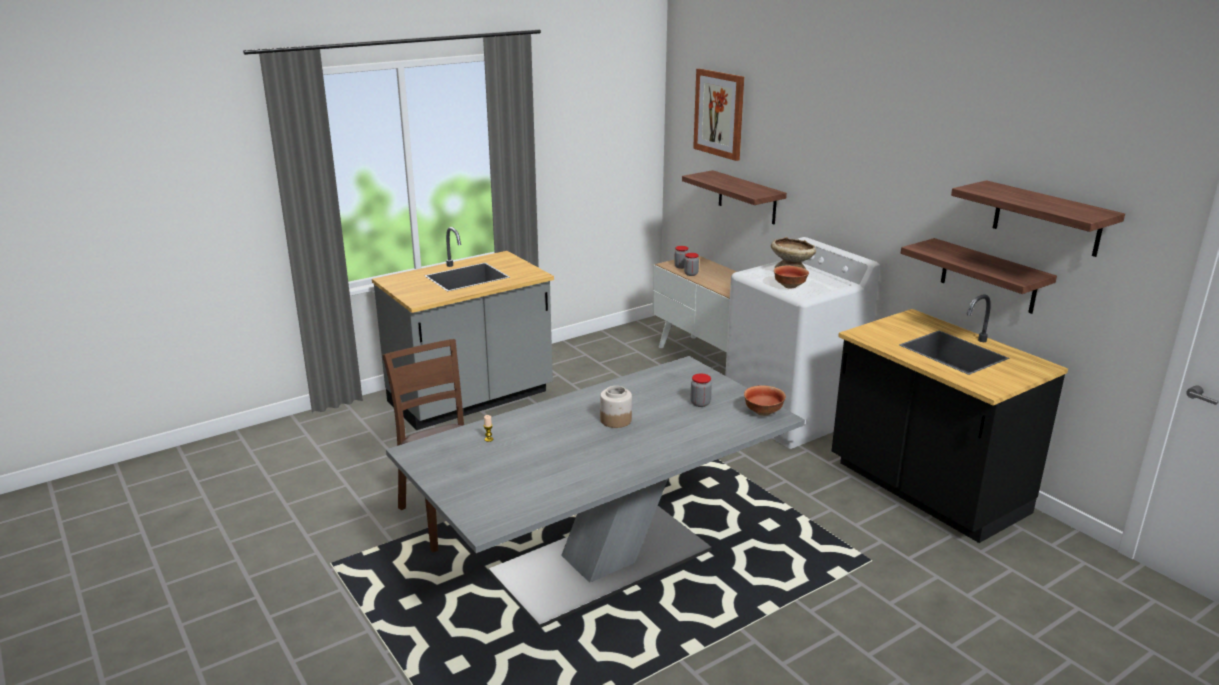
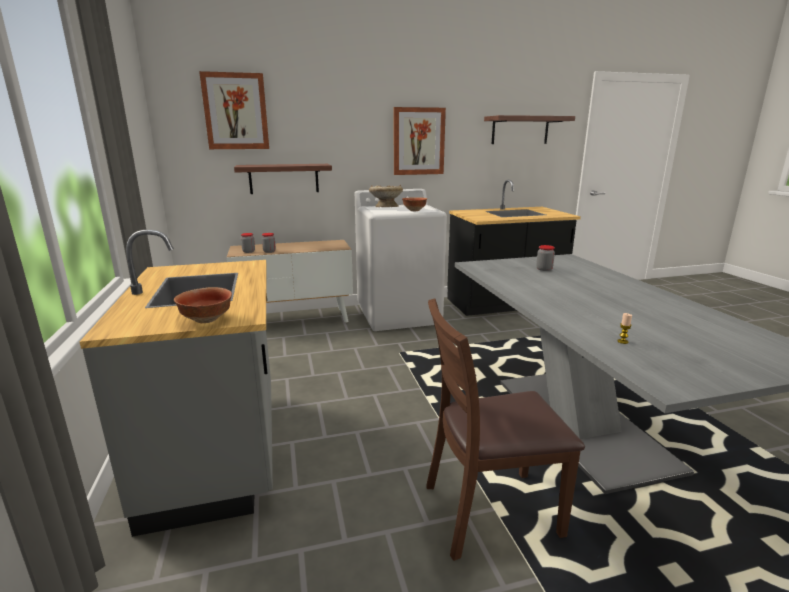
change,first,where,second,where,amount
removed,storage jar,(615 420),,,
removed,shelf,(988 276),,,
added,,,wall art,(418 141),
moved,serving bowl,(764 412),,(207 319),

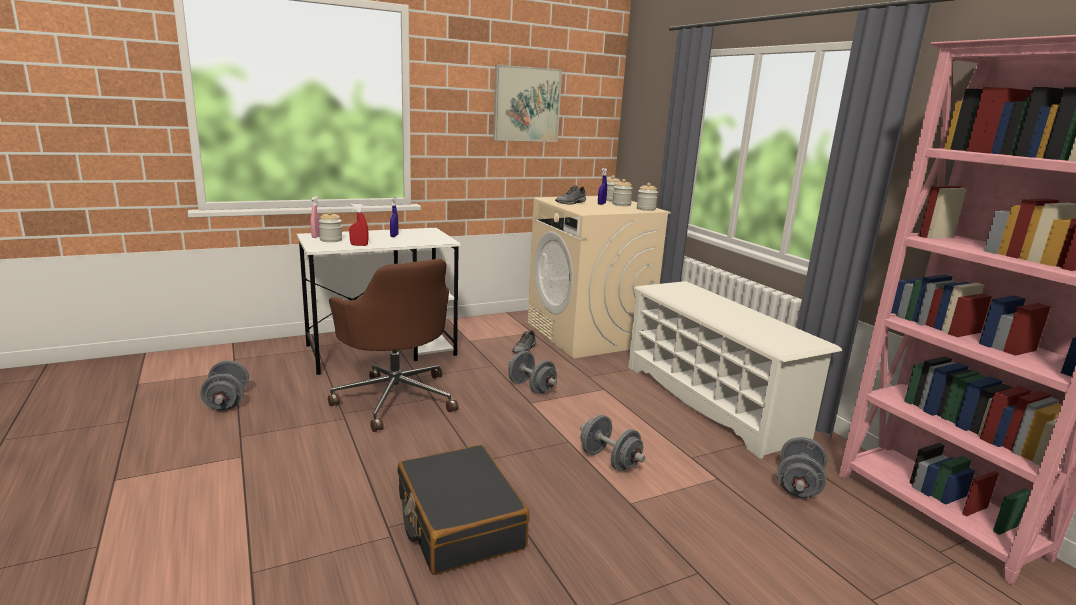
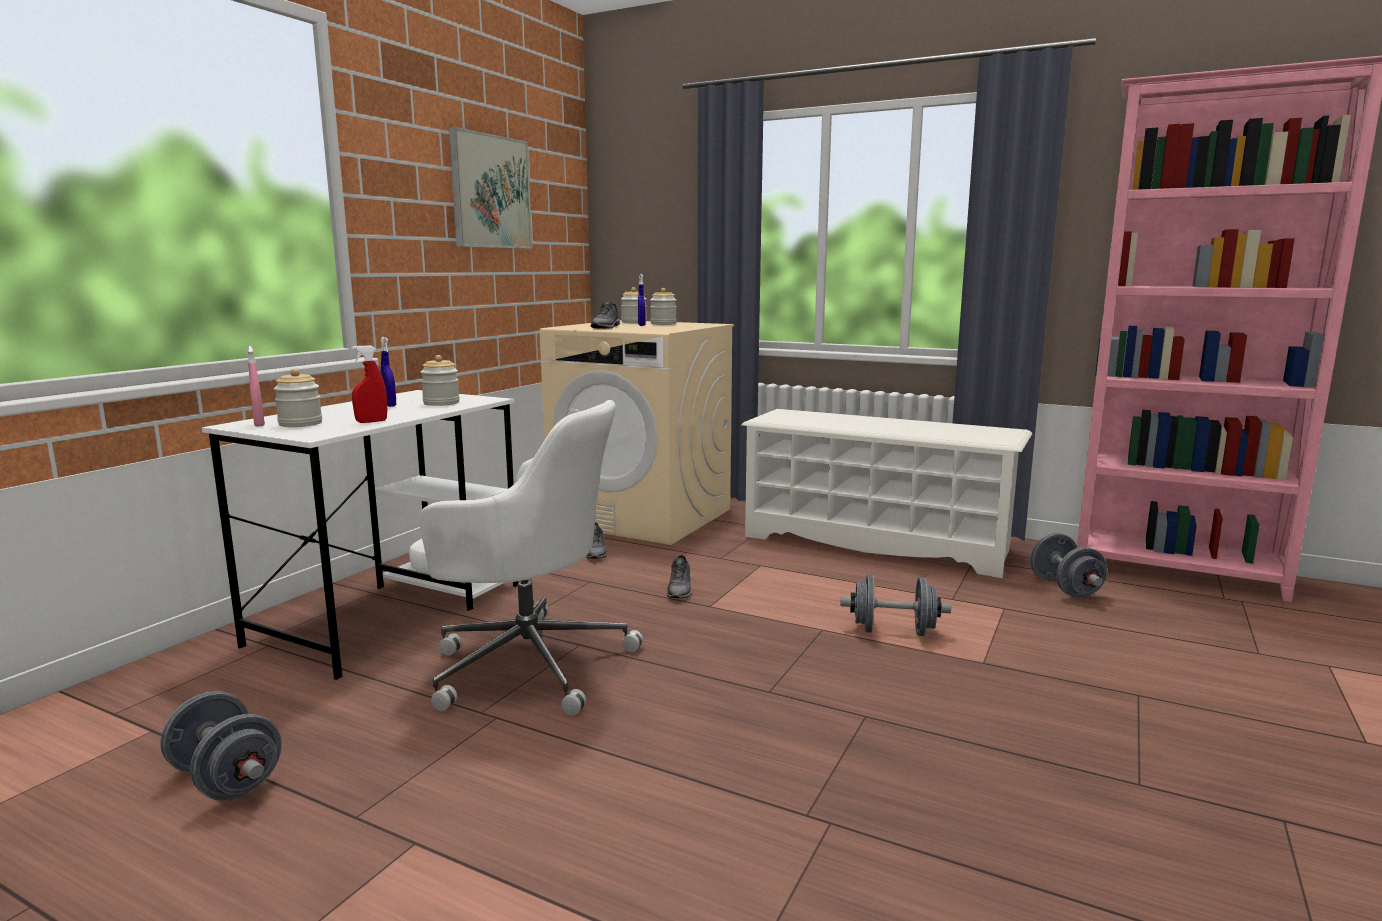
change,first,where,second,where,amount
removed,black-coloured piece of luggage,(458 522),,,
moved,storage jar,(646 209),,(441 403),
replaced,greyish dumbbell,(531 387),greyish low shoe,(680 590),
recoloured,brownish computer chair,(396 398),whitish computer chair,(527 663),

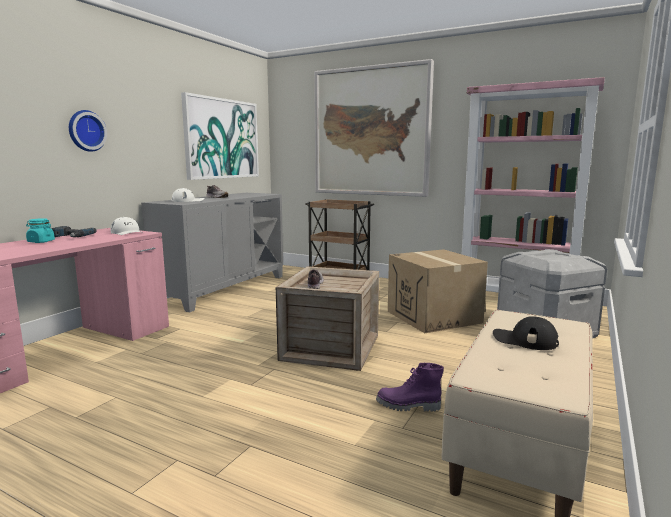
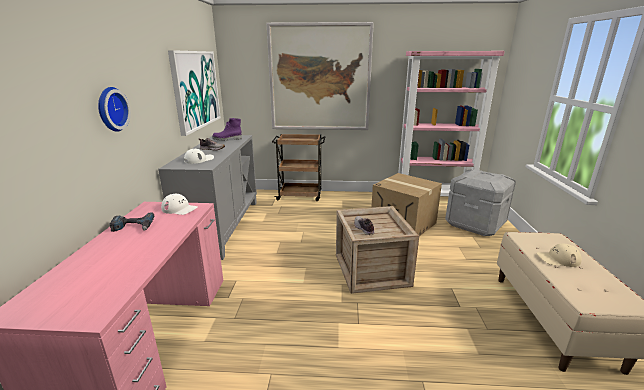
change,first,where,second,where,amount
removed,turquoise storage jar,(41 241),,,
moved,purple boot,(408 406),,(227 139),
recoloured,black-coloured cap,(524 340),beige cap,(558 259),

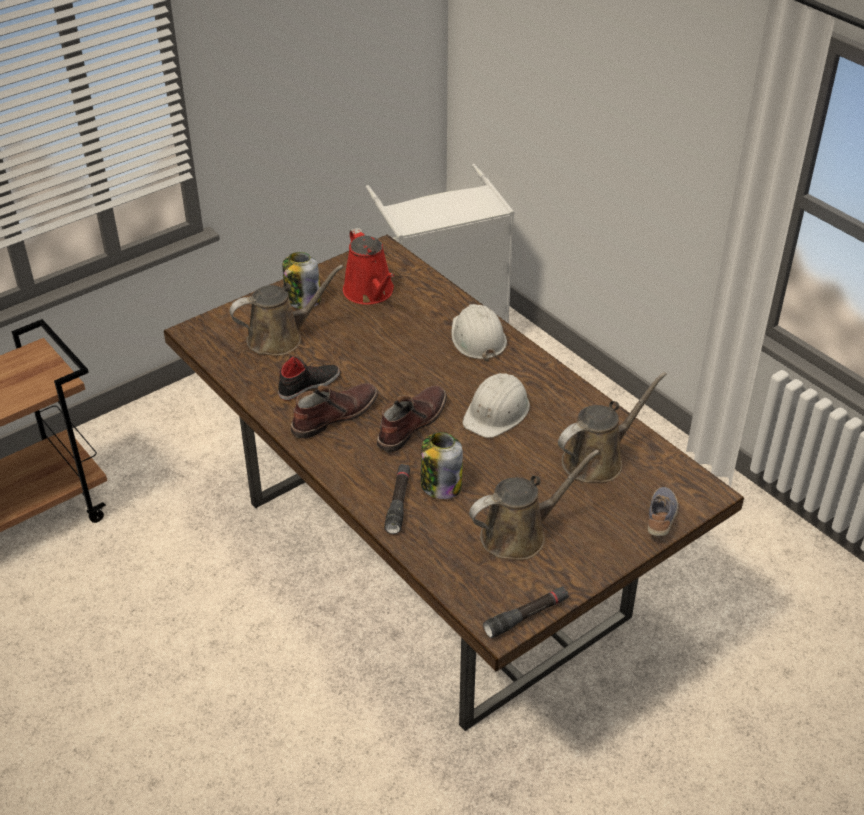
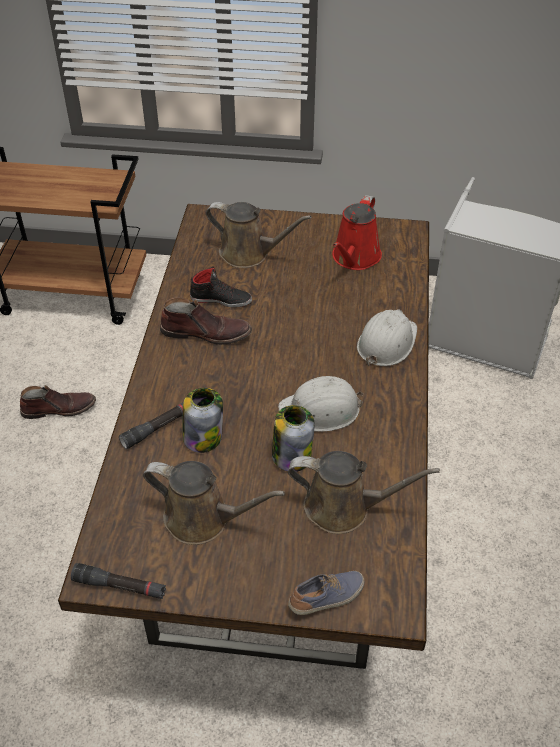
change,first,where,second,where,amount
moved,storage jar,(302 300),,(291 455),
moved,brownish boot,(411 424),,(59 408),

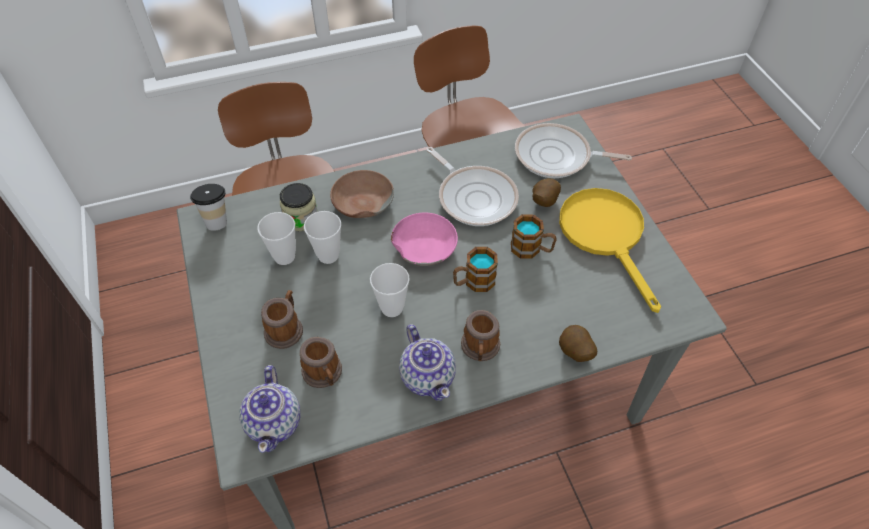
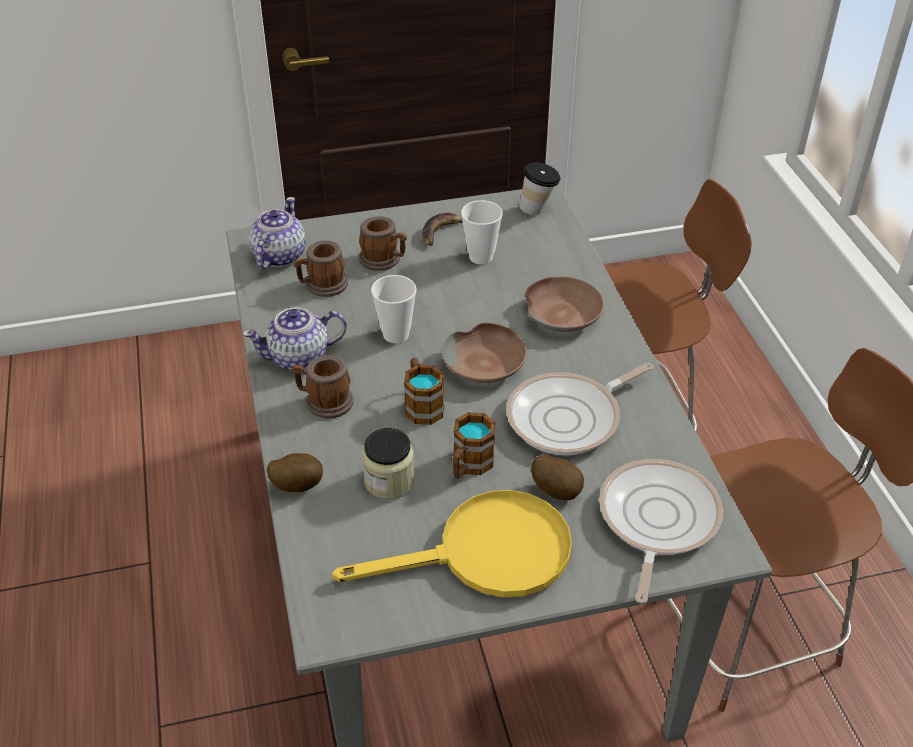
change,first,where,second,where,amount
removed,drinking cup,(328 255),,,
added,,,banana fruit,(442 232),
moved,storage jar,(301 219),,(389 481),
recoloured,pink serving bowl,(424 246),brownish serving bowl,(485 365),
turned,teapot,(275 422),,(278 256),105 degrees clockwise

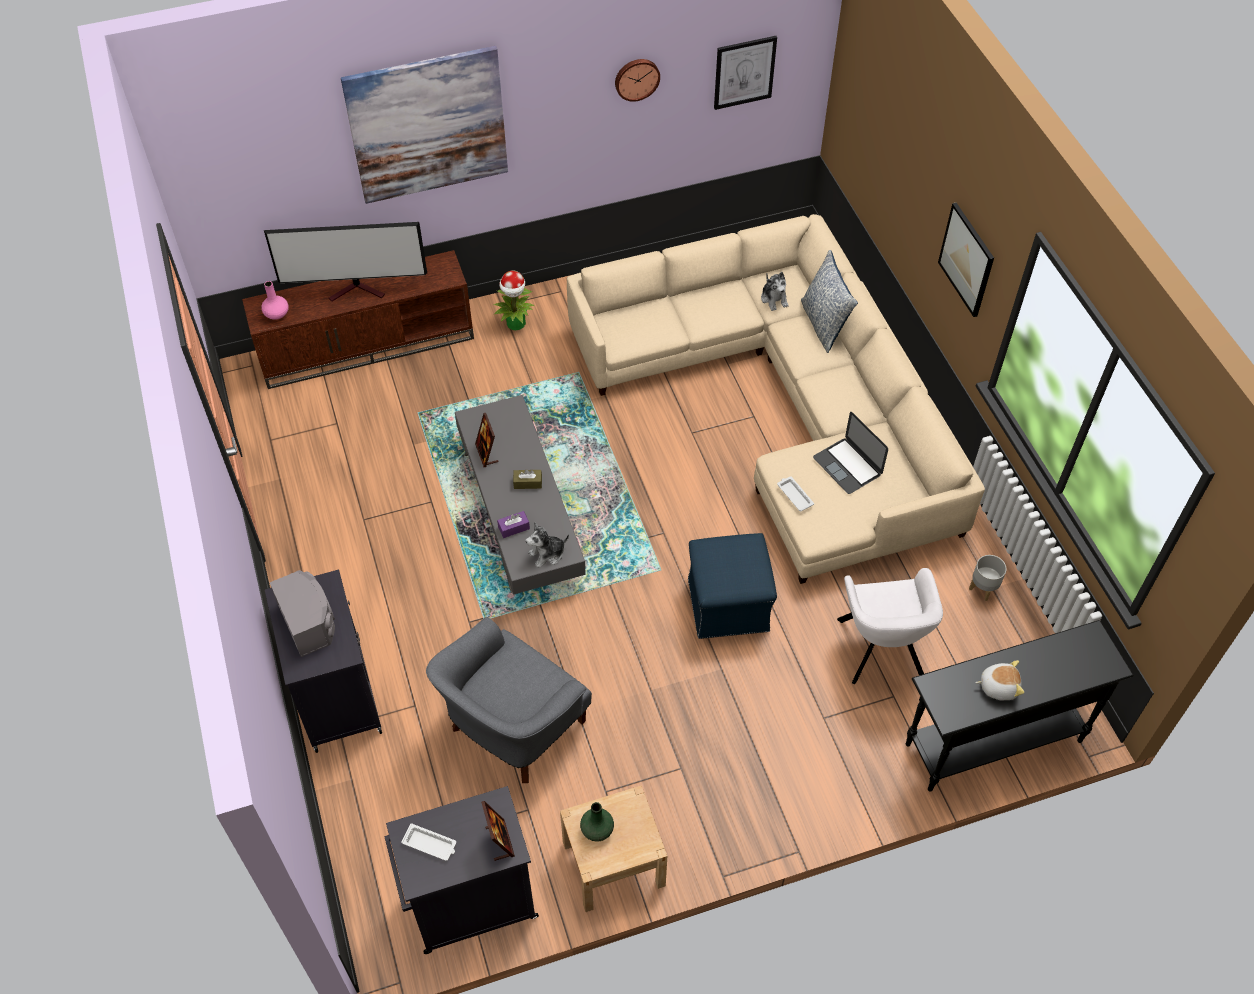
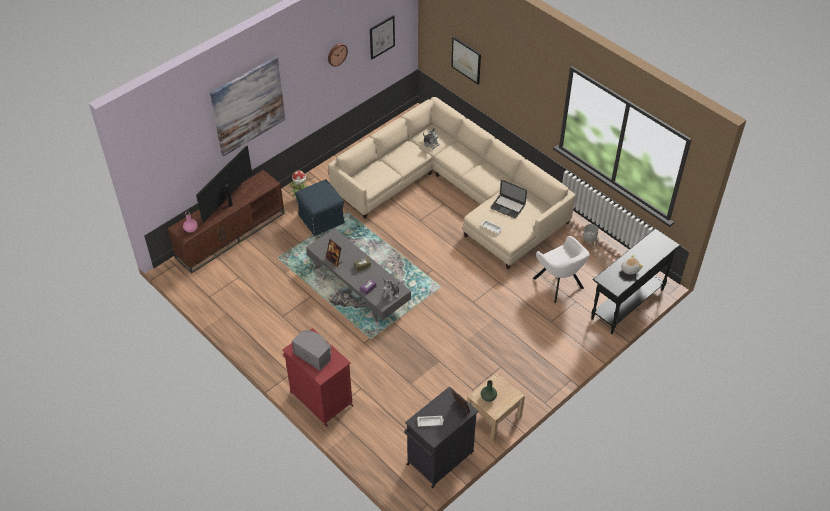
change,first,where,second,where,amount
removed,greyish lounge chair,(513 728),,,
removed,pillow,(824 324),,,
moved,blue pouffe,(728 605),,(321 219),
moved,wall art,(967 259),,(466 60),
recoloured,black-coloured storage cabinet,(337 696),red-coloured storage cabinet,(320 398),
turned,television,(358 290),,(226 204),150 degrees clockwise

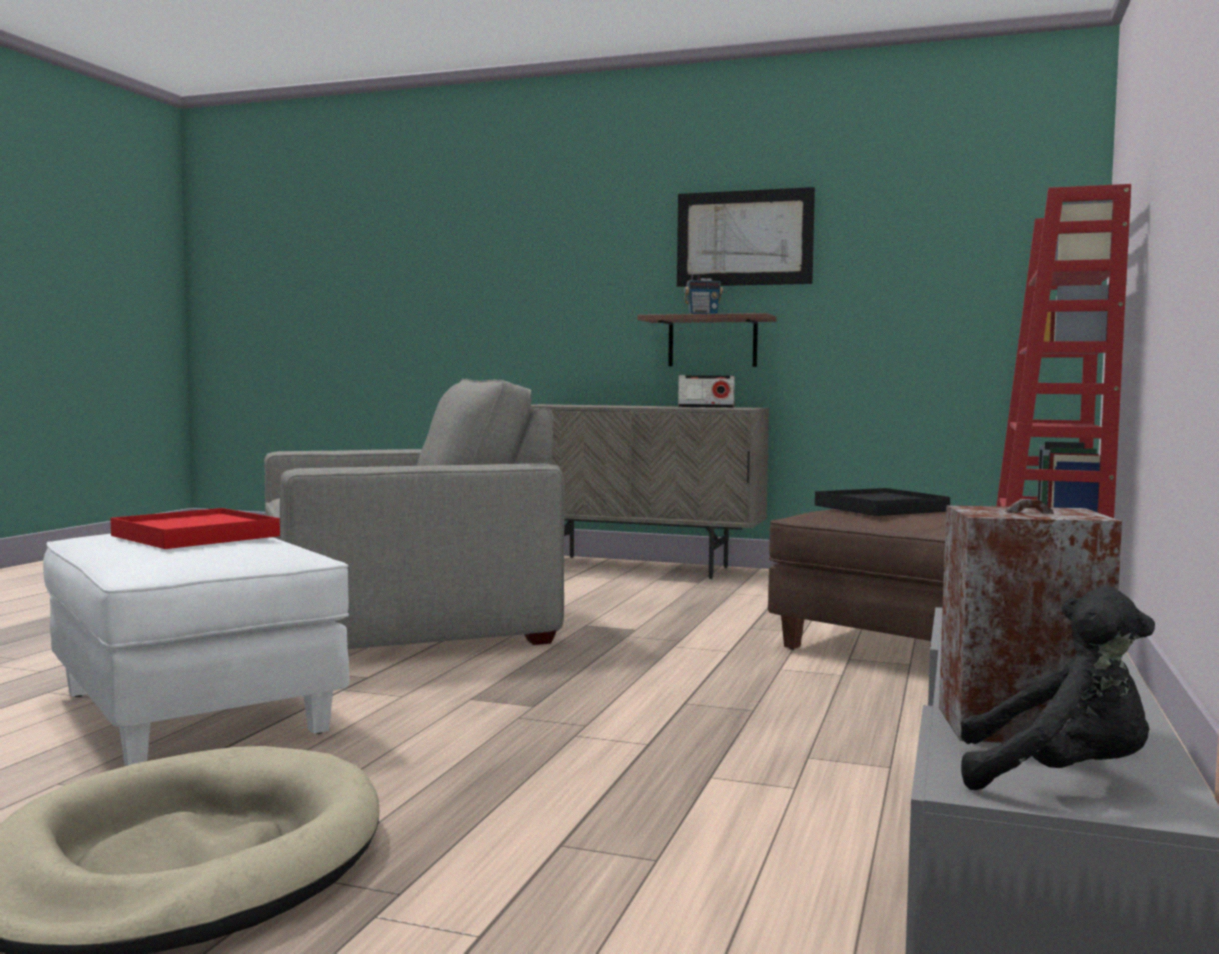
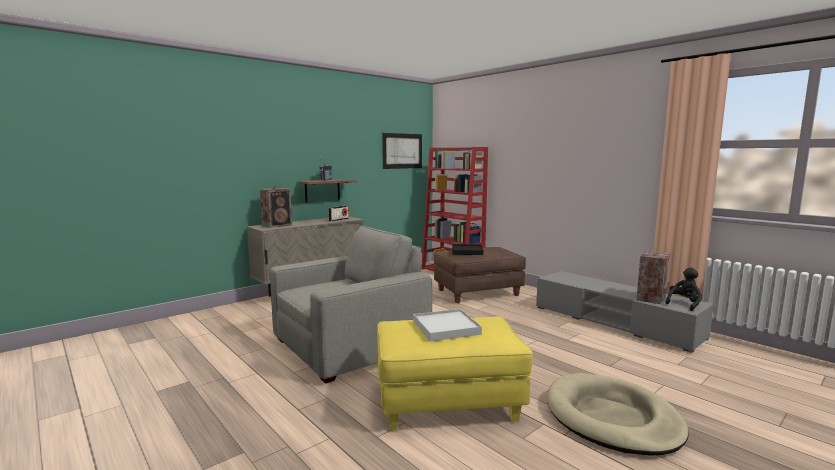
change,first,where,second,where,amount
added,,,speaker,(278 225),
moved,wall art,(744 238),,(402 151),
recoloured,whitish pouffe,(193 713),yellow pouffe,(448 403),
recoloured,red-coloured tray,(195 536),whitish tray,(446 328),
turned,greyish lounge chair,(404 625),,(349 345),45 degrees clockwise

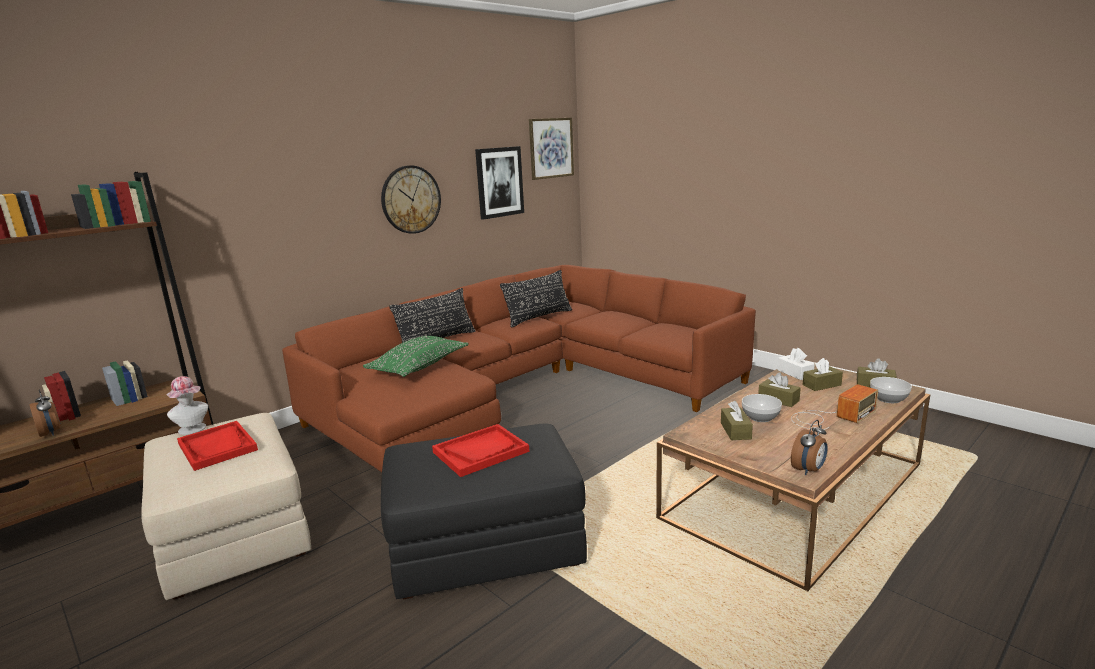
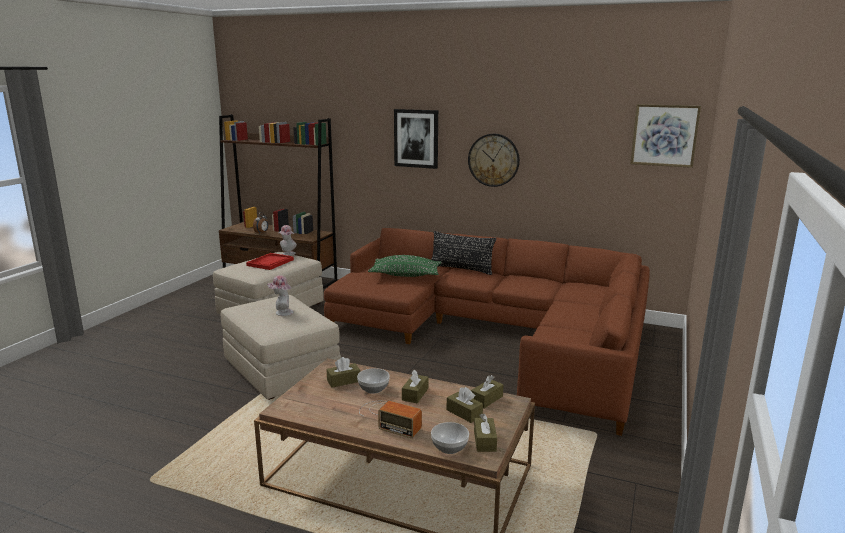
change,first,where,second,where,amount
removed,black-coloured pillow,(538 317),,,
removed,table clock,(808 470),,,
moved,wall art,(499 182),,(416 138),
replaced,red-coloured tray,(481 452),clothing hat,(282 312),
recoloured,black-coloured pouffe,(484 545),beige pouffe,(281 369),
recoloured,whitish box of tissues,(795 373),brownish box of tissues,(486 399),

